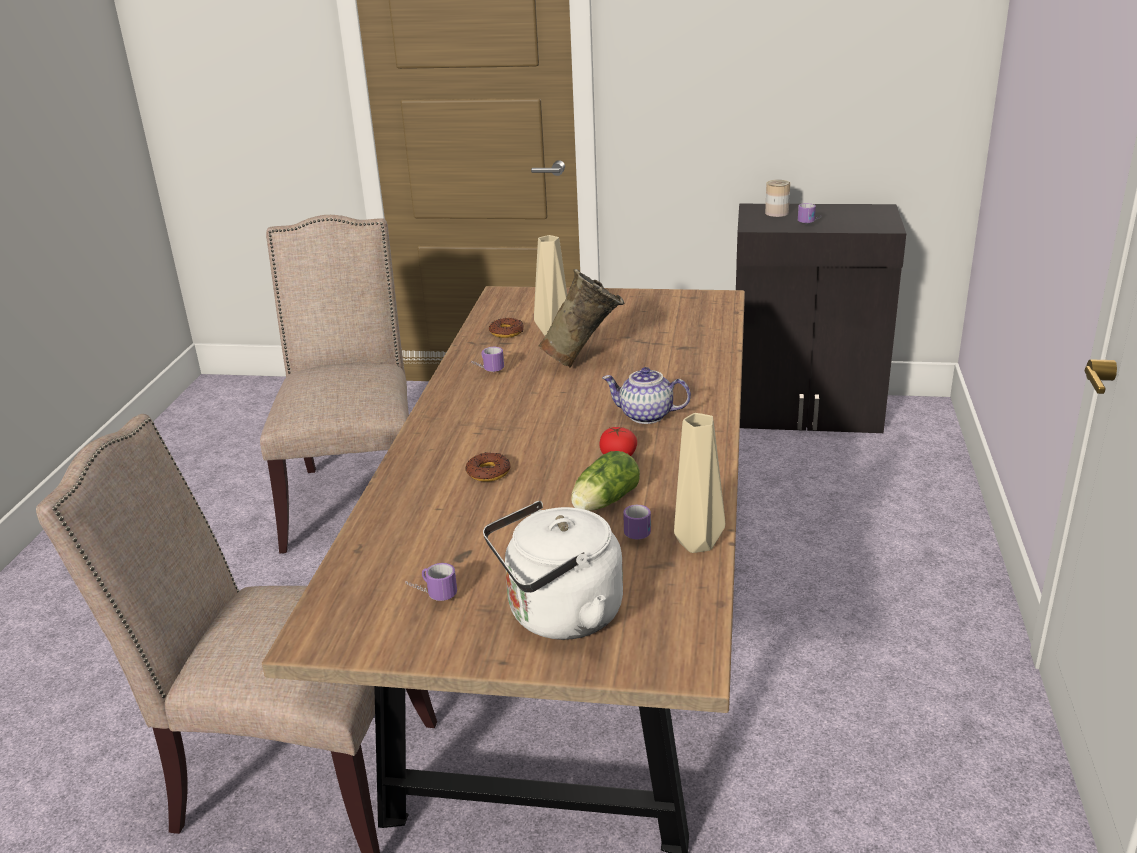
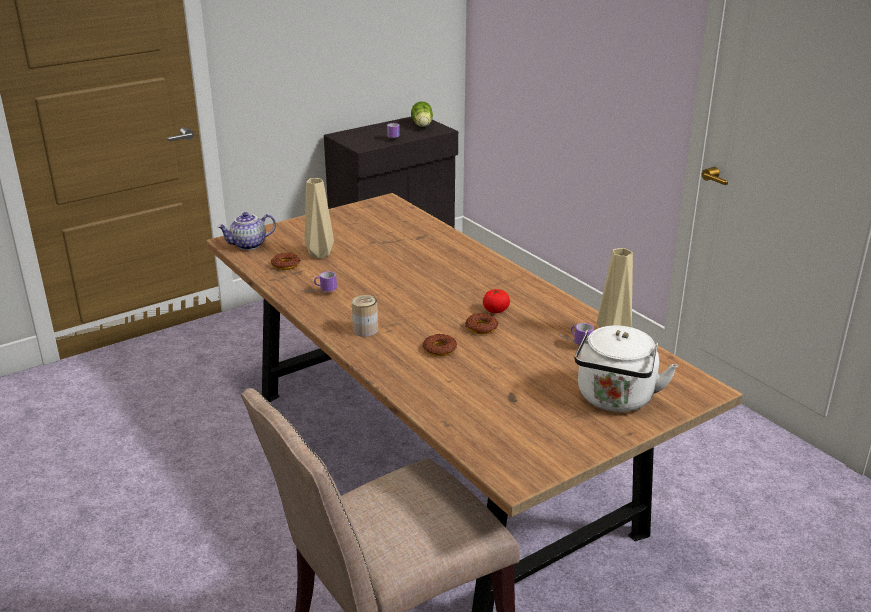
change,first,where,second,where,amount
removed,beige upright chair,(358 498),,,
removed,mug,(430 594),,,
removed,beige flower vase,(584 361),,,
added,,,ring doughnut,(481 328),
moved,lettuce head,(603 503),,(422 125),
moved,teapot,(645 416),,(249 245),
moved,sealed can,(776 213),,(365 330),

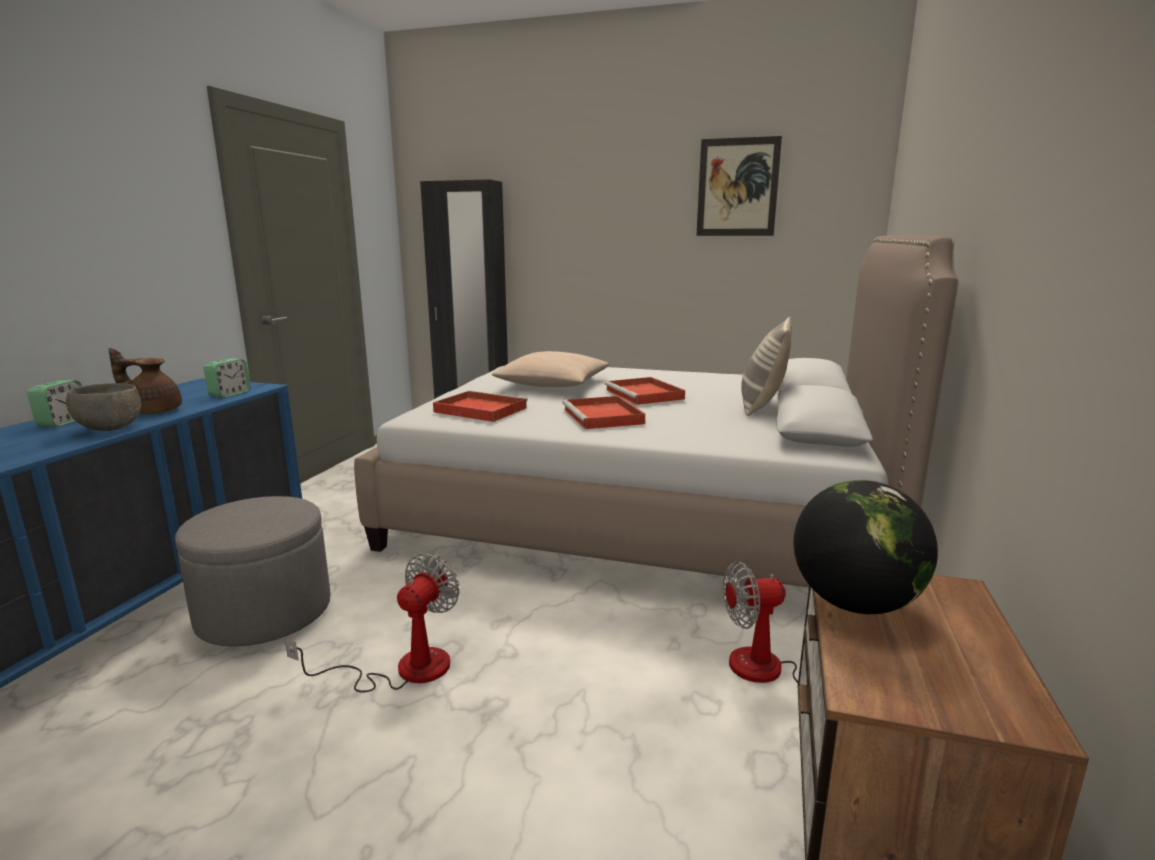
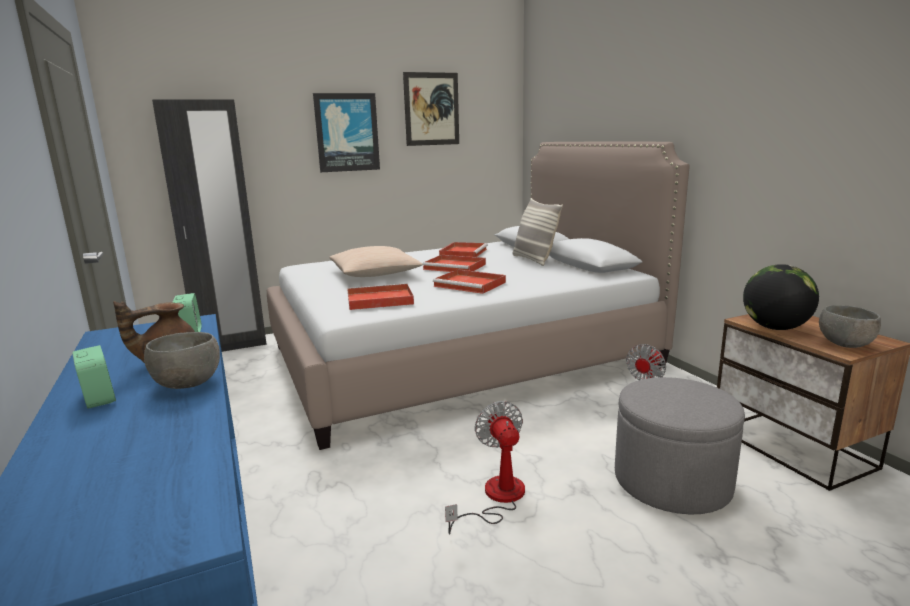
change,first,where,second,where,amount
added,,,wall art,(347 132),
added,,,red-coloured tray,(463 252),
added,,,greyish serving bowl,(845 345),
moved,greyish pouffe,(264 612),,(672 482),

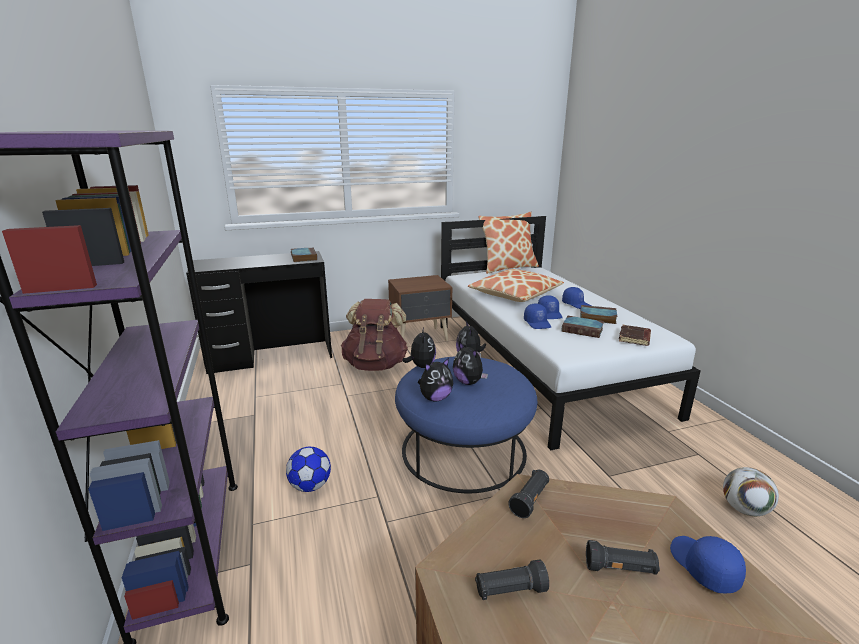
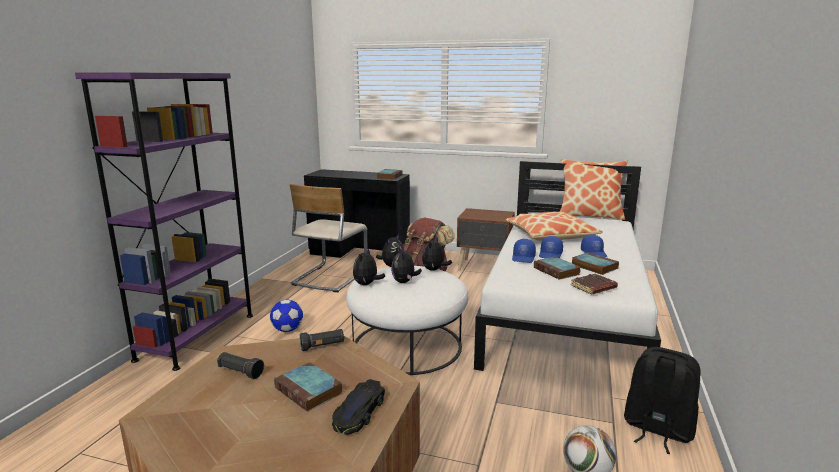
change,first,where,second,where,amount
added,,,beige upright chair,(329 277),
added,,,black-coloured rucksack,(657 429),
replaced,black-coloured torch,(620 569),book,(310 391),
replaced,blue cap,(703 567),black-coloured model car,(359 412),
recoloured,blue pouffe,(464 449),whitish pouffe,(407 345),
turned,cuddly toy,(435 398),,(367 284),105 degrees clockwise

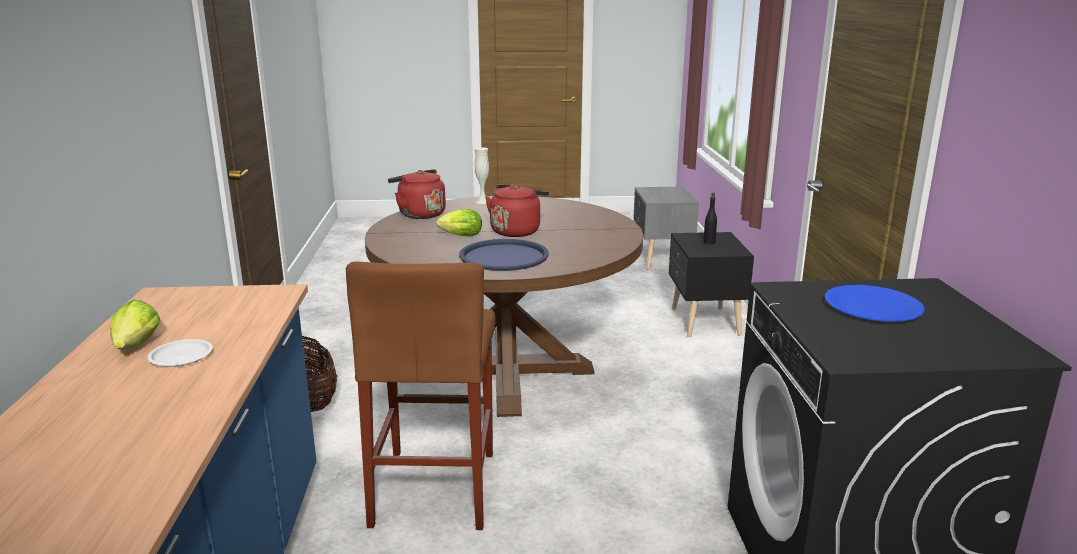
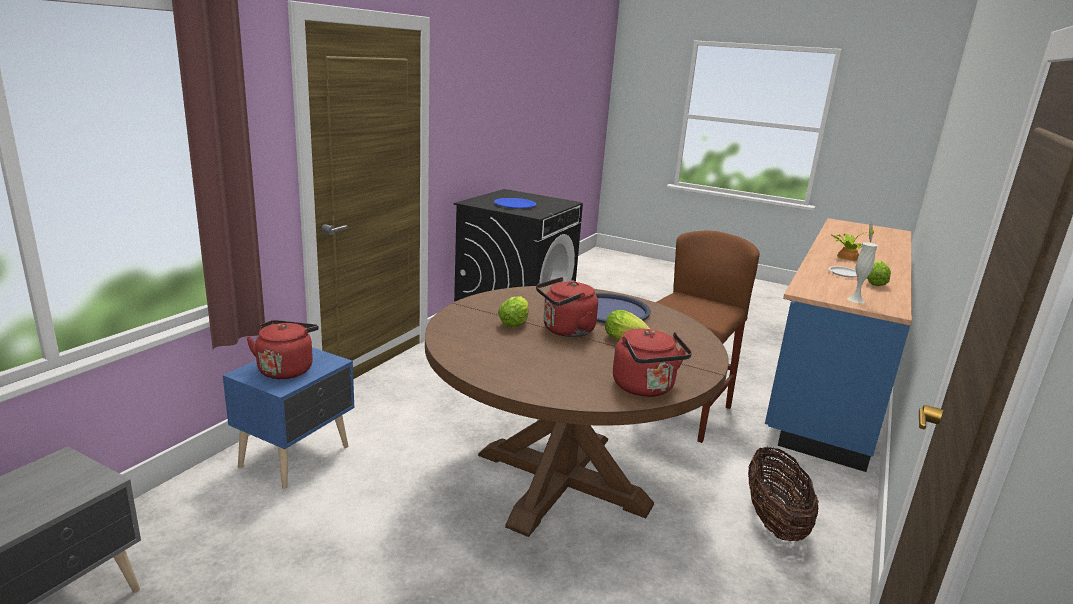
change,first,where,second,where,amount
added,,,lettuce head,(515 323),
added,,,plant in a pot,(846 257),
moved,whitish flower vase,(482 202),,(855 300),
replaced,black-coloured beverage bottle,(709 242),red-coloured kettle,(286 369),
recoloured,black-coloured nightstand,(703 322),blue nightstand,(297 457),

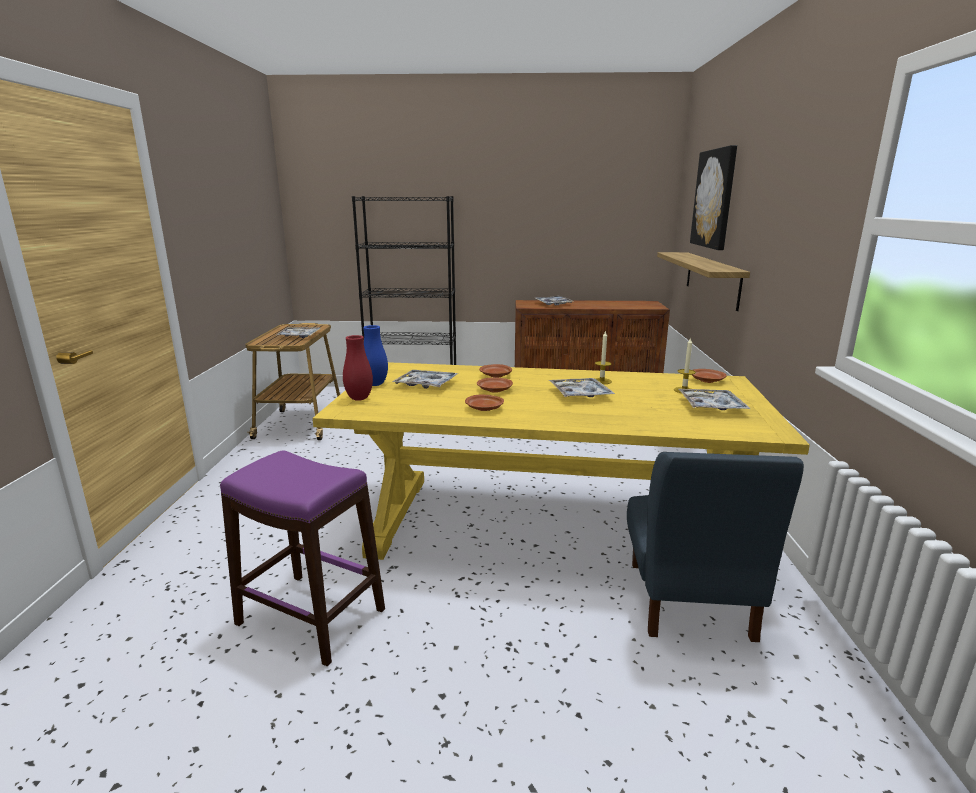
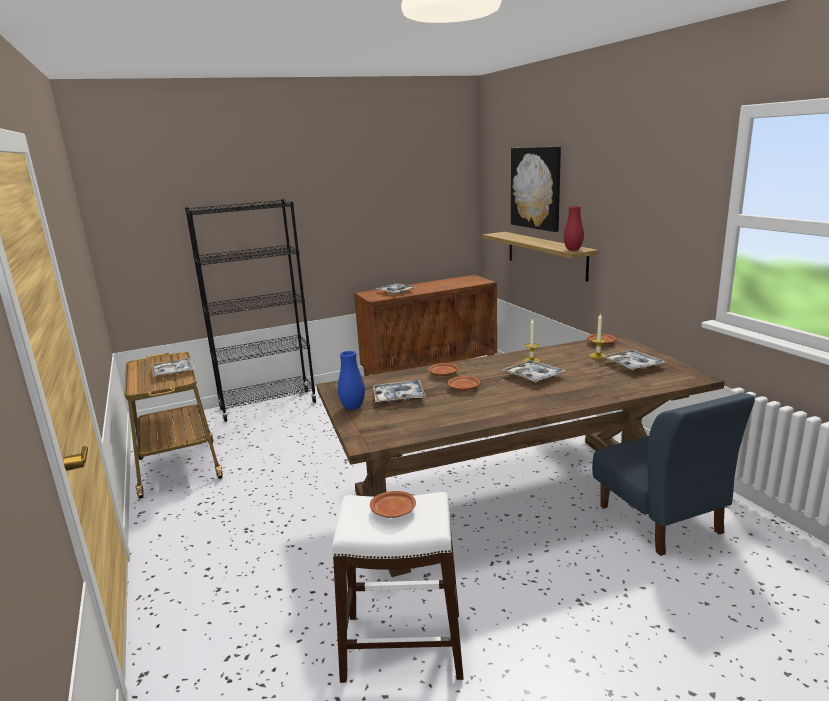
change,first,where,second,where,amount
moved,red-coloured flower vase,(359 398),,(573 250),
moved,brownish dinner plate,(484 408),,(394 511),
recoloured,purple stool,(310 617),whitish stool,(403 646),
recoloured,yellow dining table,(545 527),brownish dining table,(512 497),

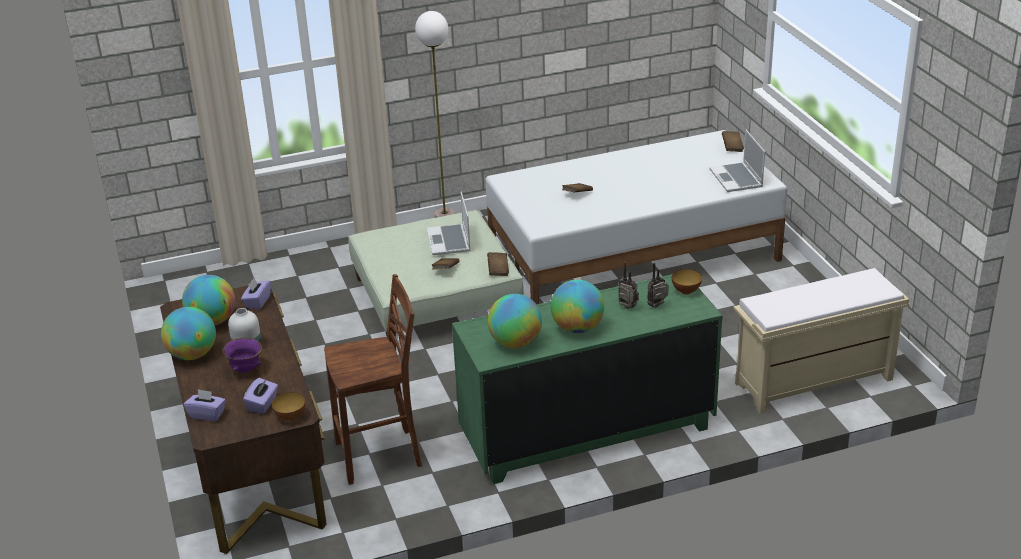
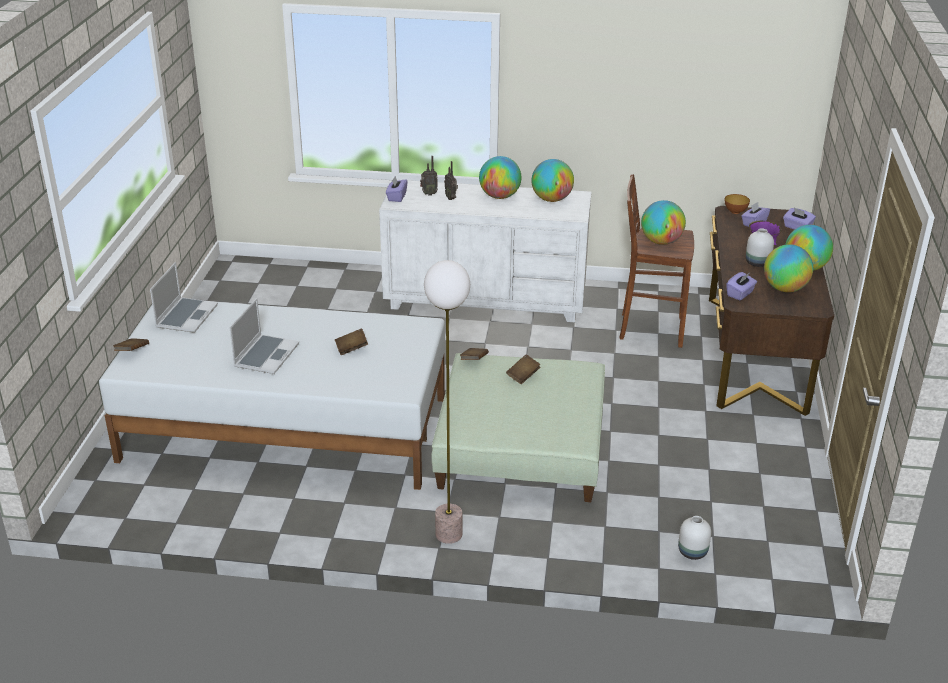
change,first,where,second,where,amount
removed,beige bench,(812 382),,,
added,,,desk globe,(661 242),
added,,,whitish flower vase,(693 552),
moved,portable computer,(449 241),,(266 355),
replaced,serving bowl,(686 291),purple box of tissues,(396 197),
recoloured,green-coloured drawer chest,(587 432),whitish drawer chest,(485 300),

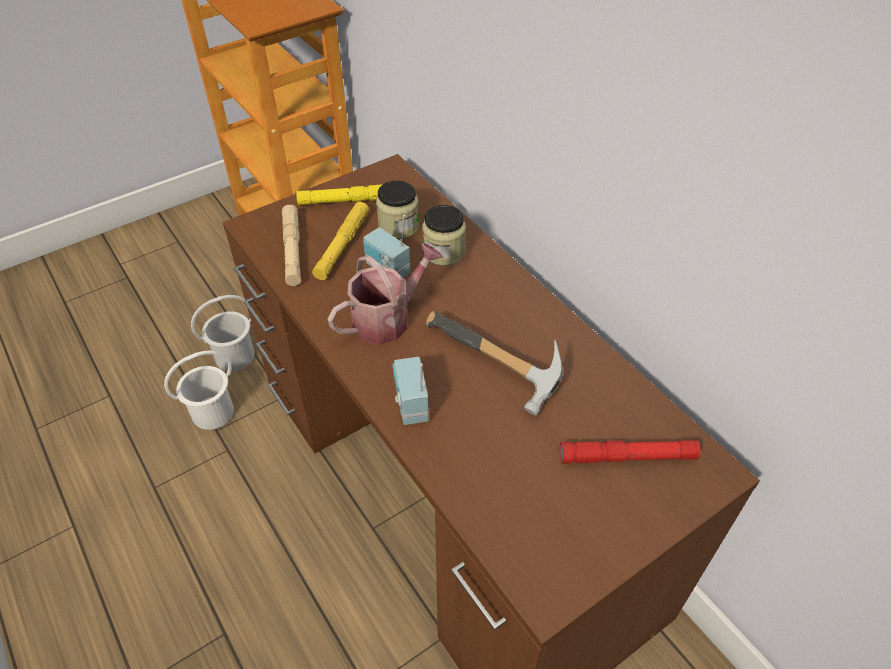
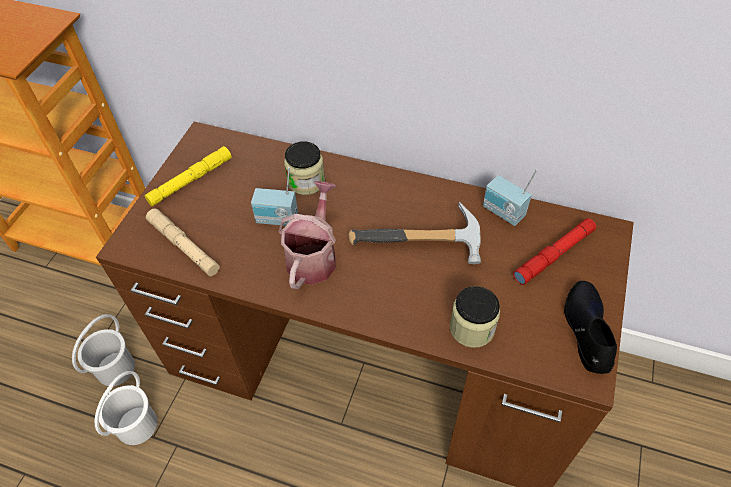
change,first,where,second,where,amount
removed,yellow torch,(342 245),,,
added,,,black-coloured low shoe,(587 330),
moved,storage jar,(398 226),,(472 328),
moved,radio receiver,(410 405),,(503 213),

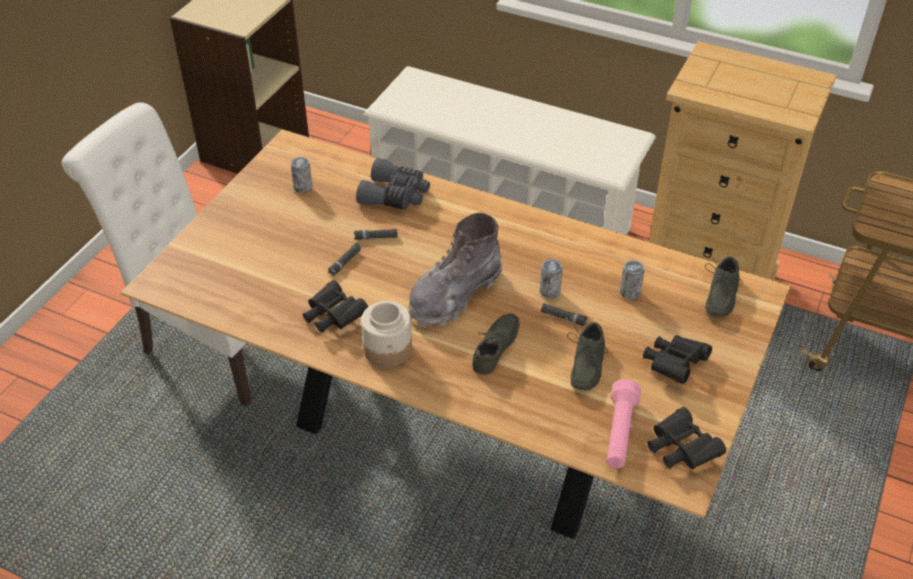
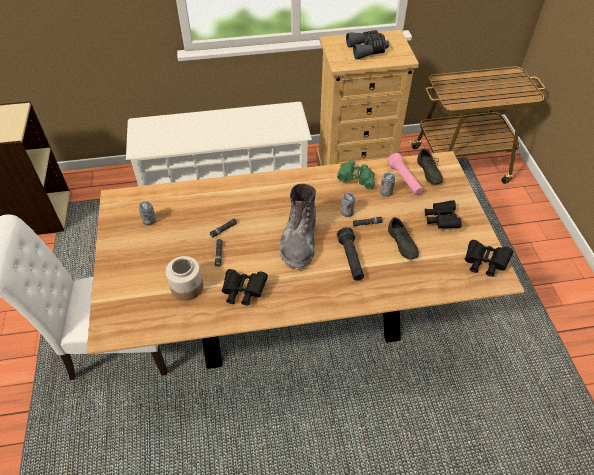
change,first,where,second,where,amount
added,,,green-coloured field glasses,(356 179),
moved,greyish field glasses,(395 195),,(367 49),
moved,storage jar,(388 350),,(187 287),
moved,pink torch,(619 433),,(404 180),
replaced,greyish low shoe,(498 349),black-coloured torch,(350 259),

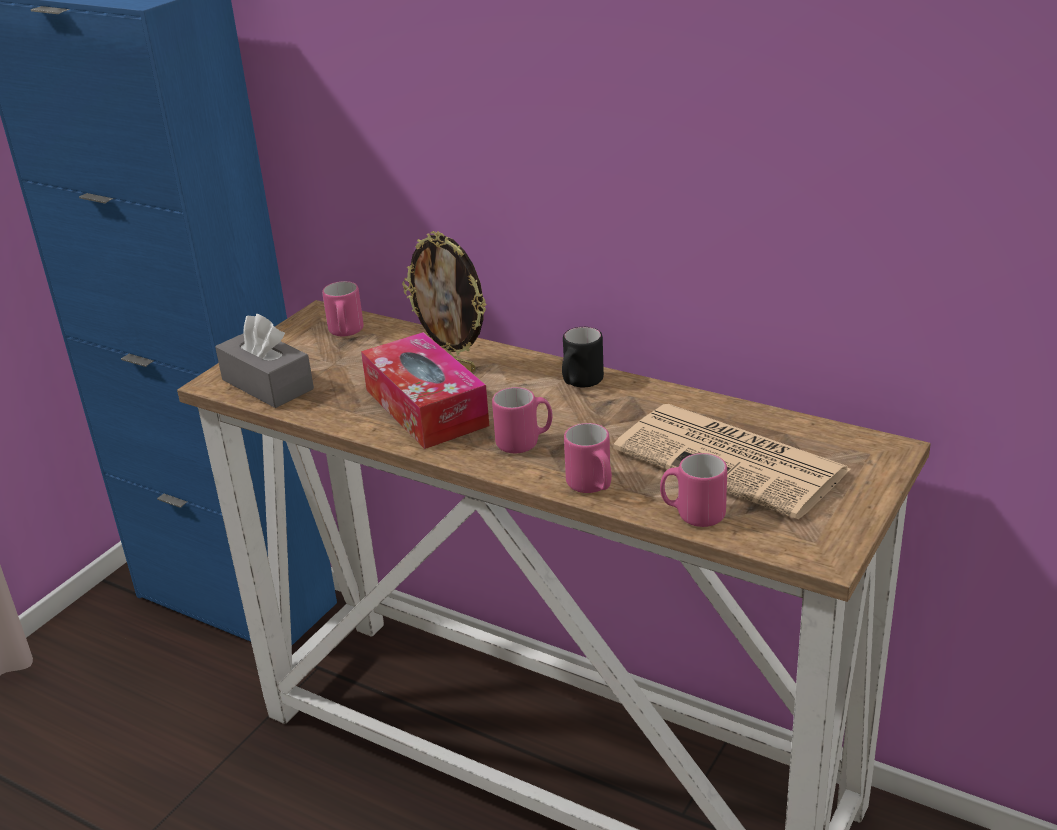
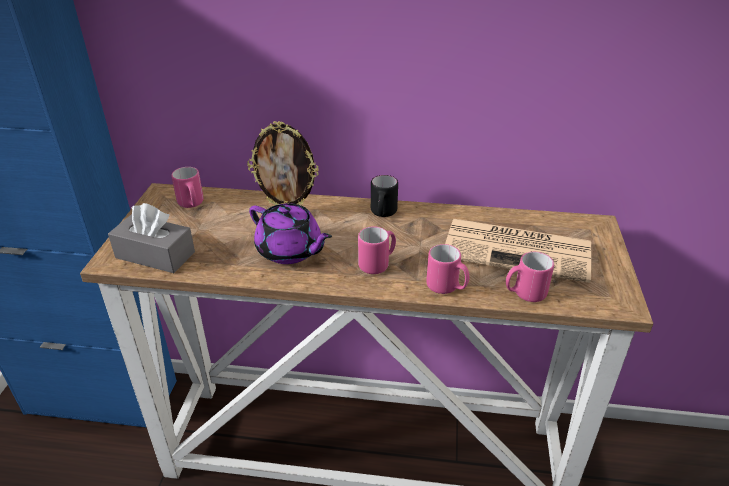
change,first,where,second,where,amount
replaced,box of tissues,(426 408),purple teapot,(290 251),

